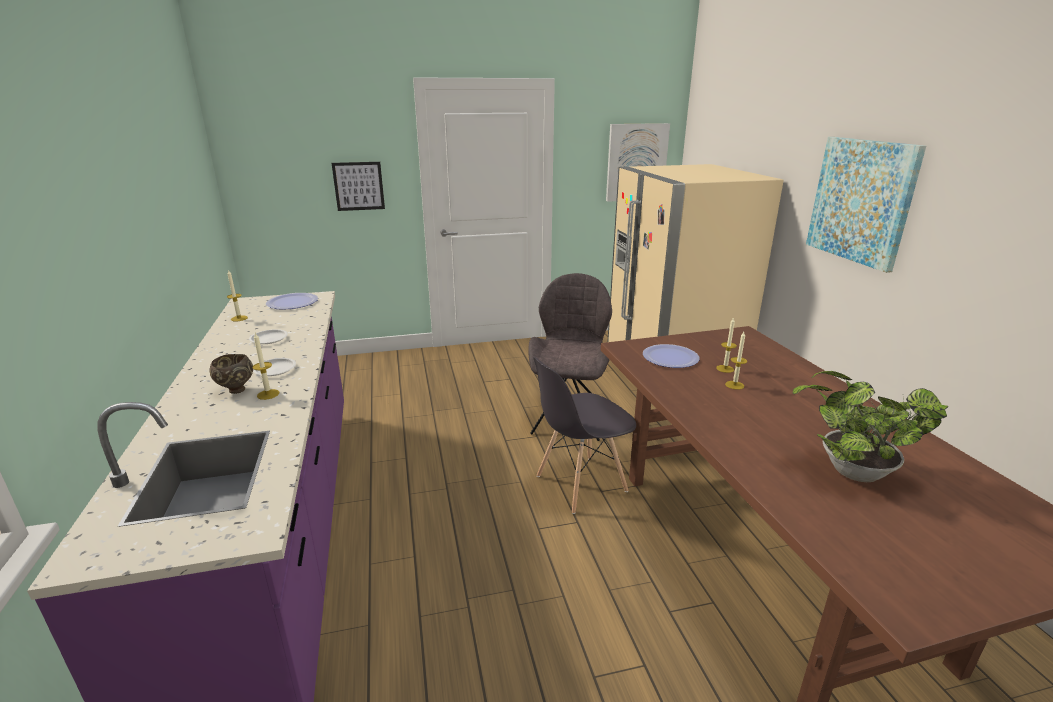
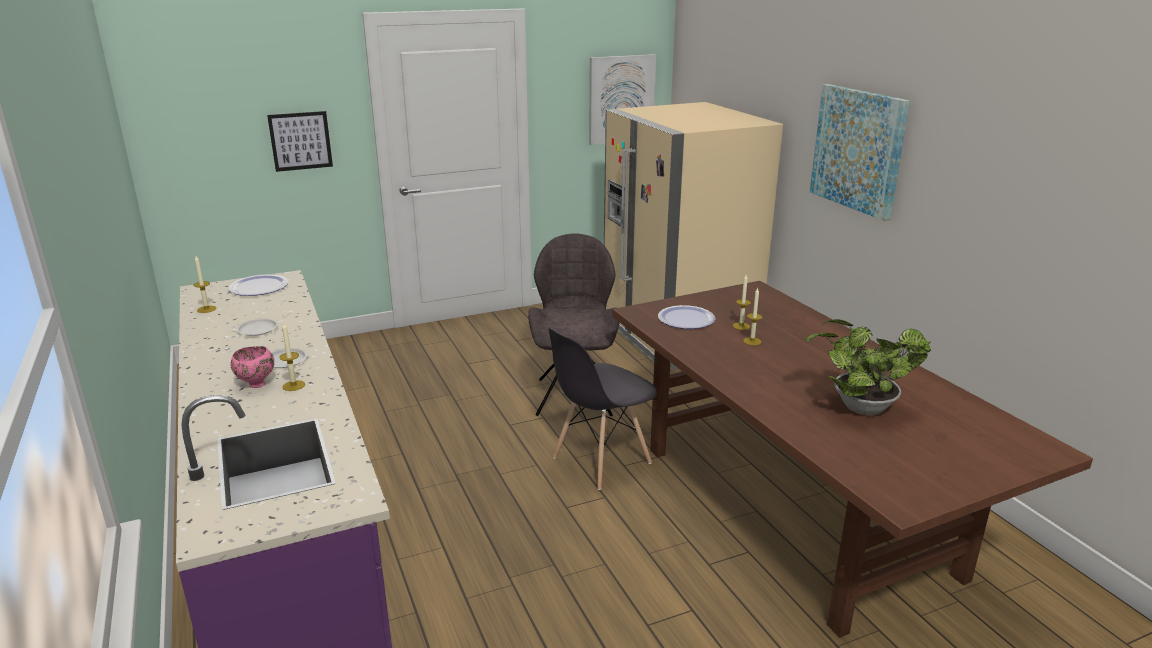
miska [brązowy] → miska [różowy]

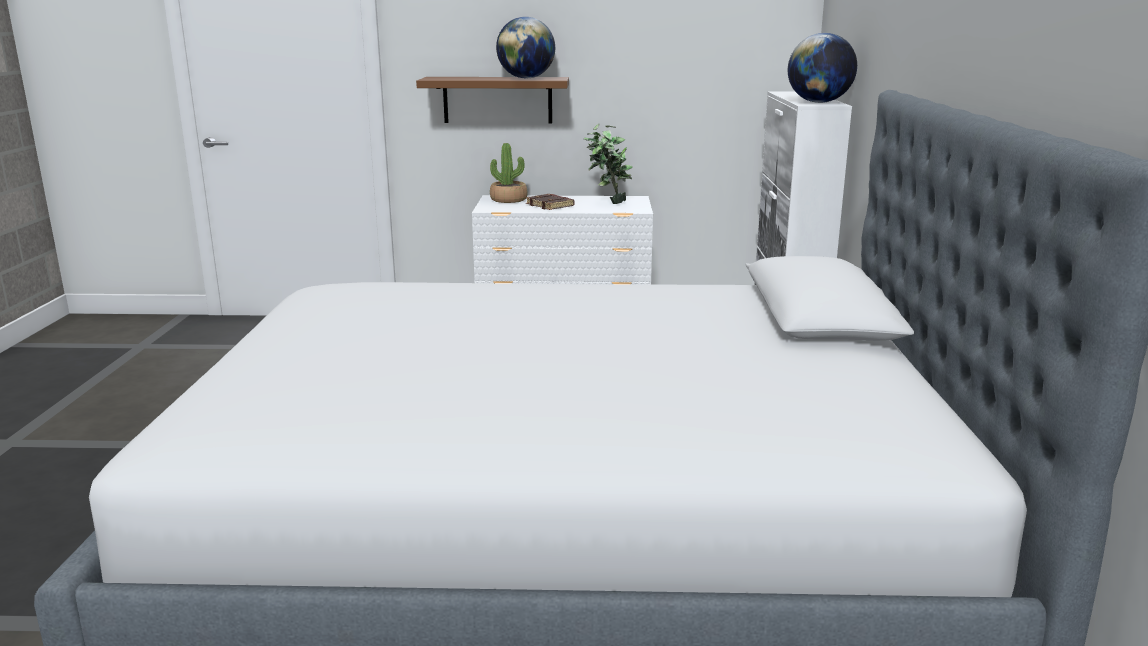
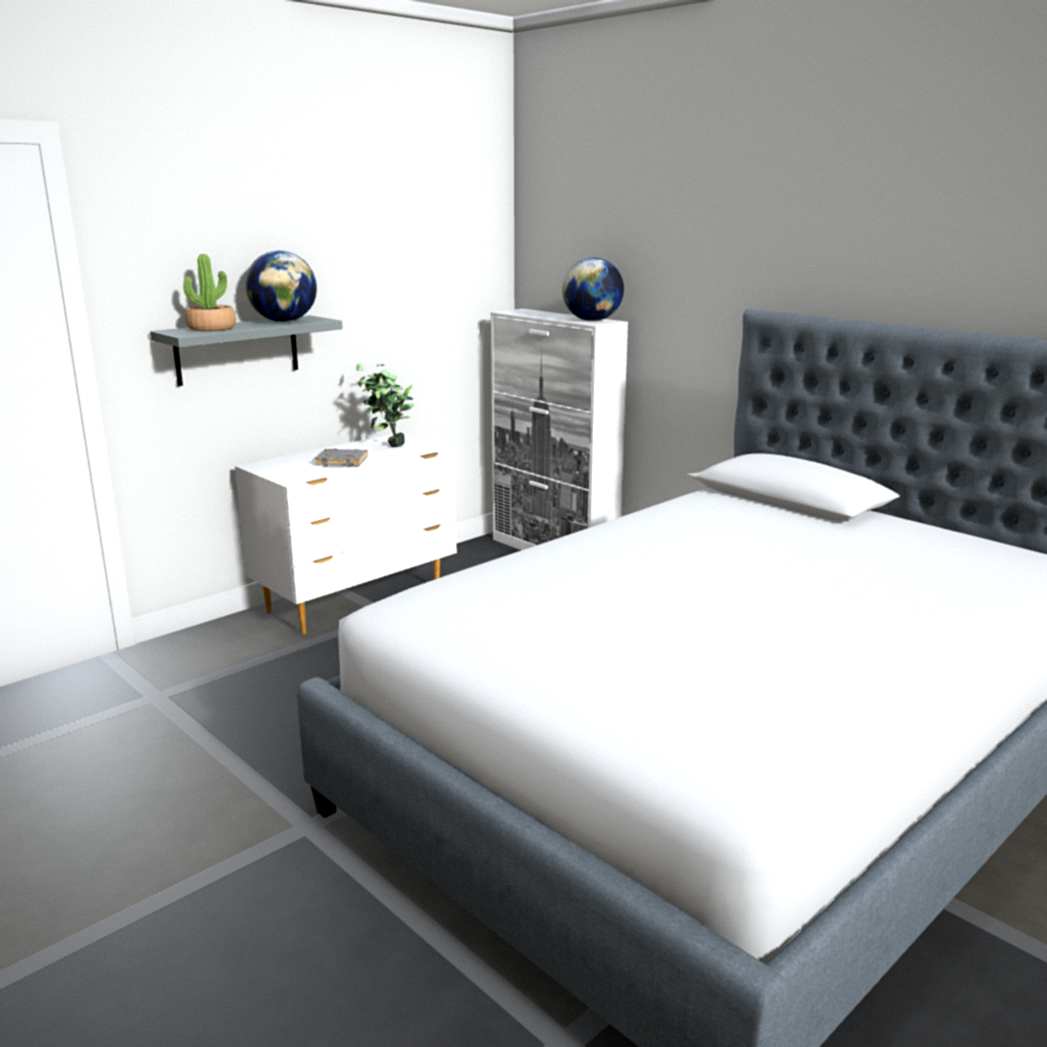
roślina doniczkowa (1st from left), move
półka [brązowy] → półka [szary]
książka [brązowy] → książka [szary]

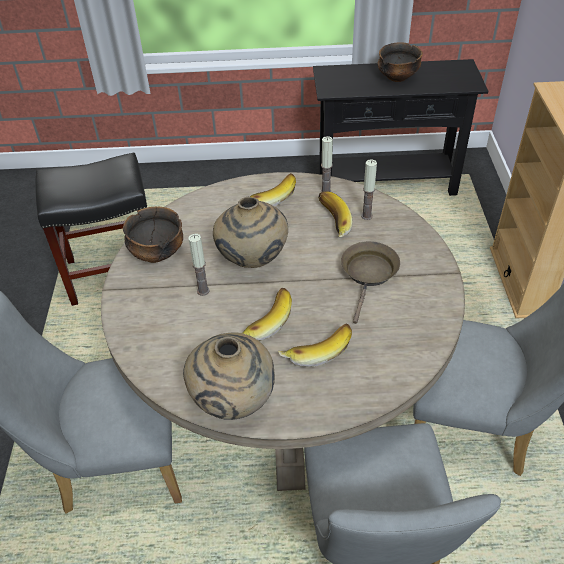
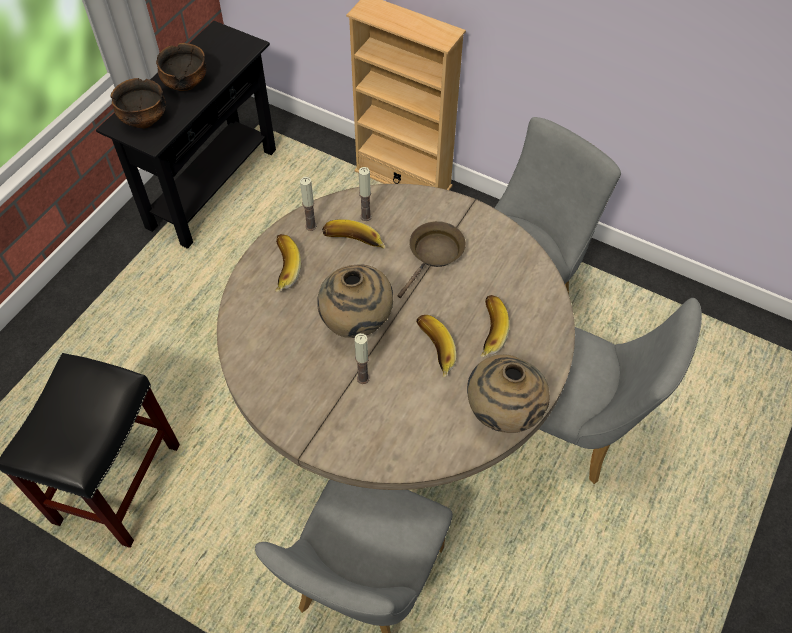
miska (1st from left), move
patelnia [brązowy], 75 degrees clockwise

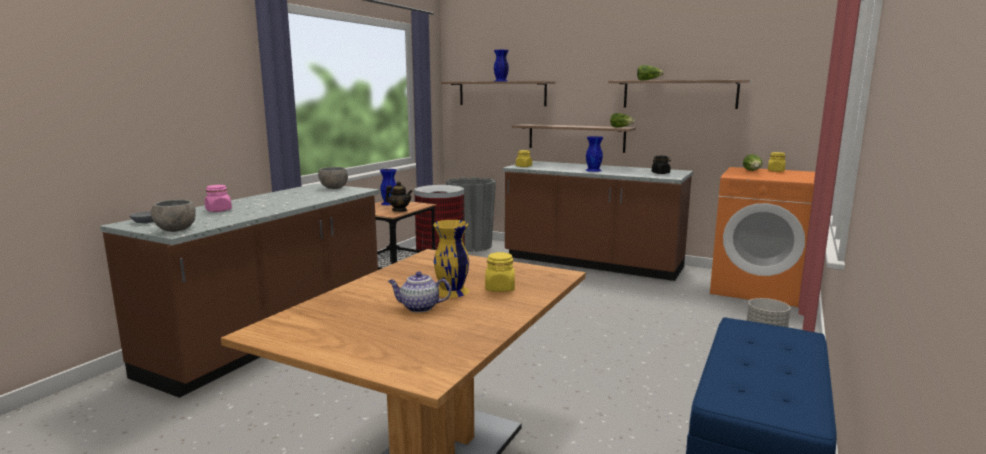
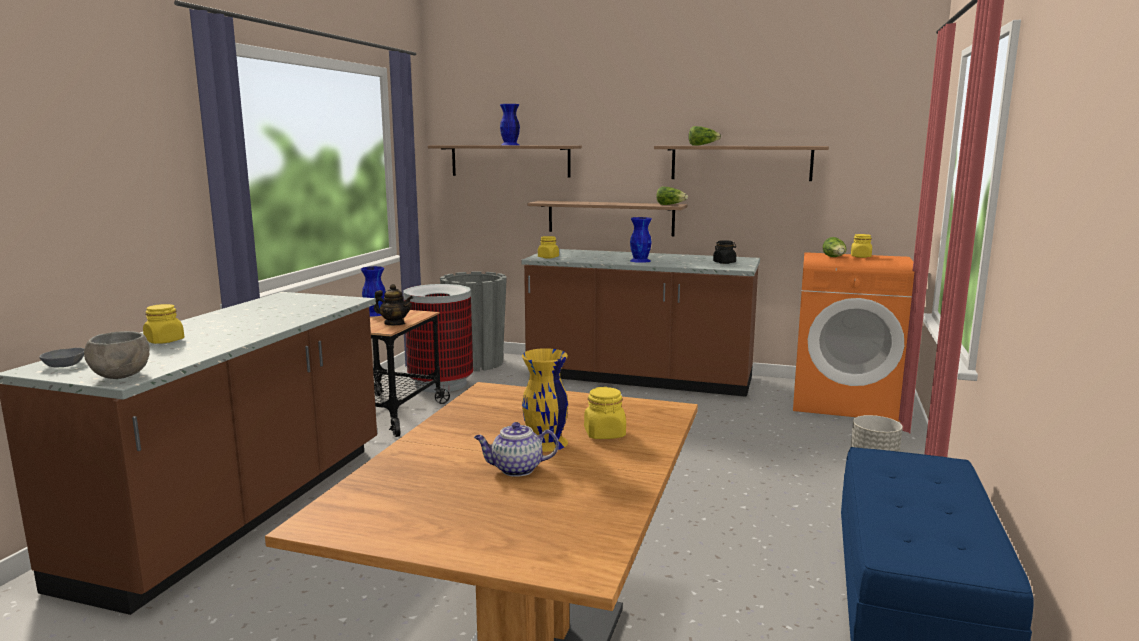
miska [szary] (3rd from left) → -
słoik [różowy] → słoik [żółty] (1st from left)

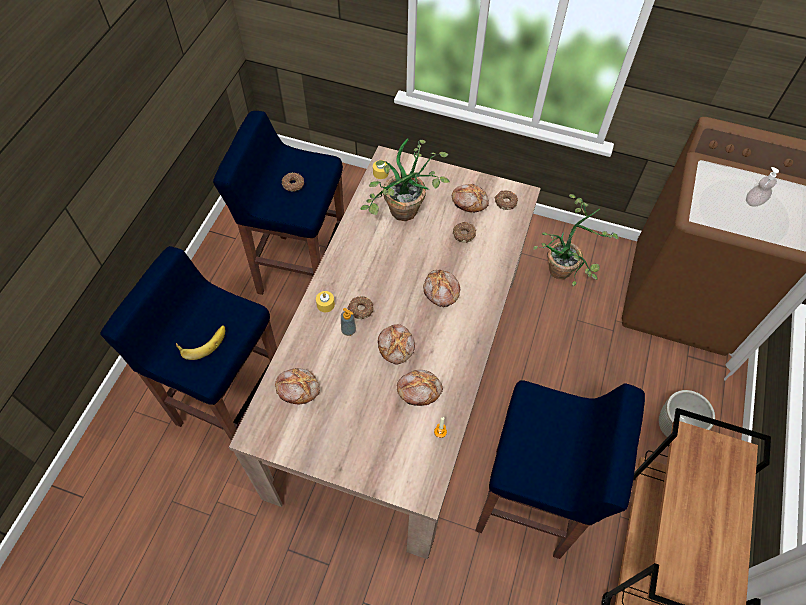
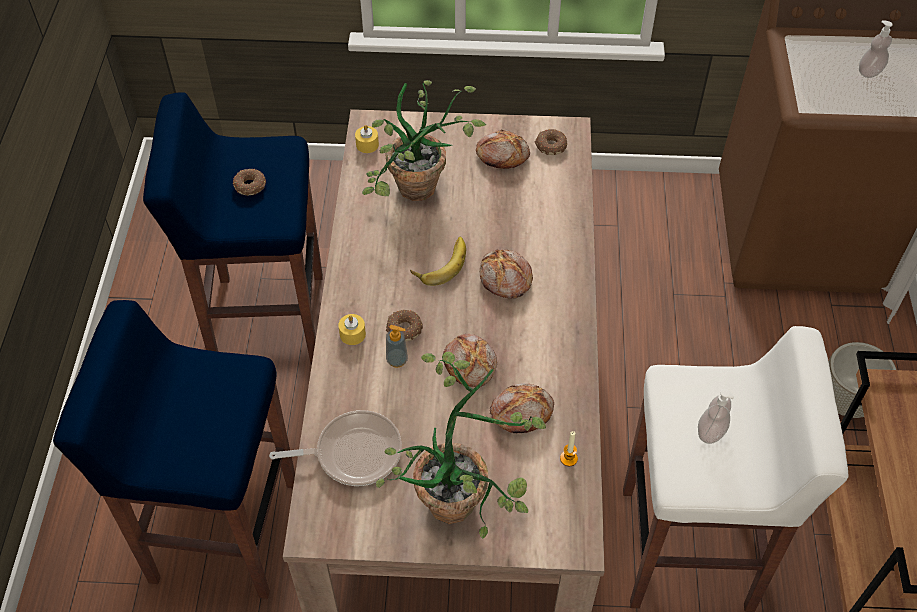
donut (3rd from left) → -
- → dozownik mydła (2nd from left)
banan, move
roślina doniczkowa (2nd from left), move
chleb (1st from left) → patelnia
stołek [niebieski] (3rd from left) → stołek [biały]

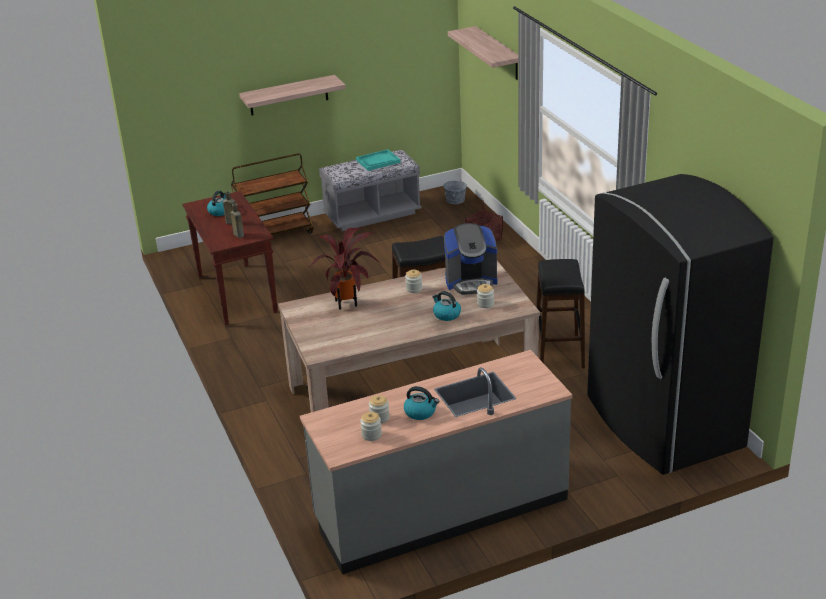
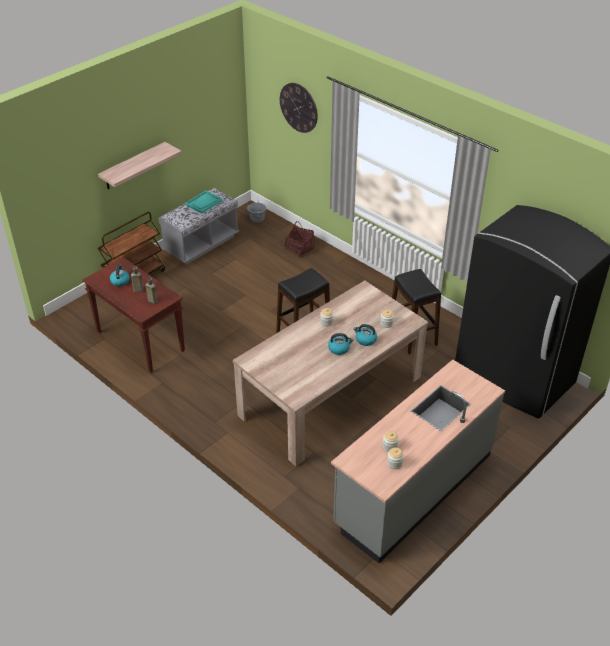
roślina doniczkowa → -
ekspres do kawy → -
czajnik (2nd from left), move
półka (2nd from left) → zegar ścienny

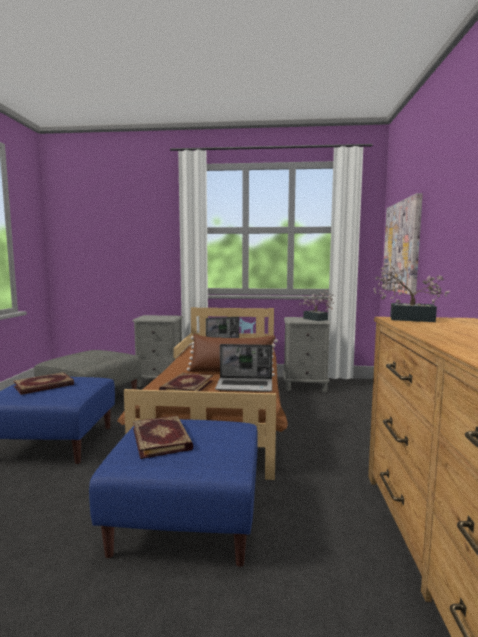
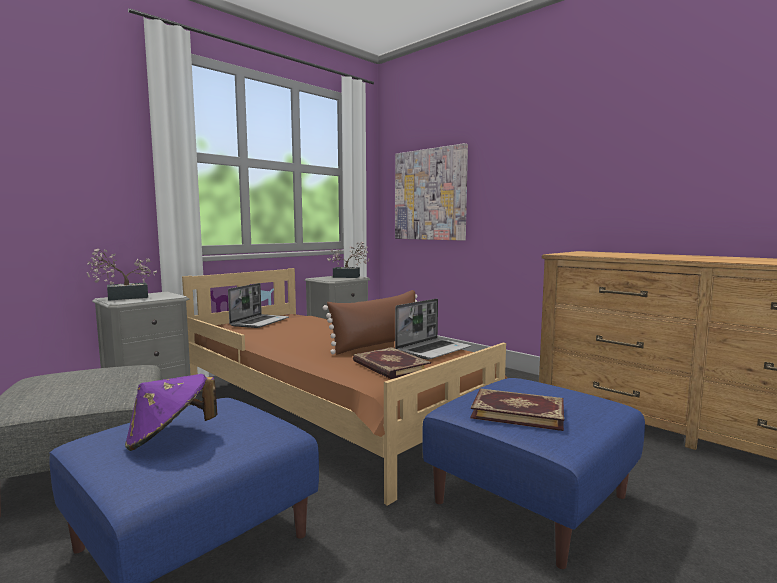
roślina doniczkowa (2nd from left in the first image) → roślina doniczkowa (1st from left), move
książka (1st from left) → kapelusz [fioletowy]

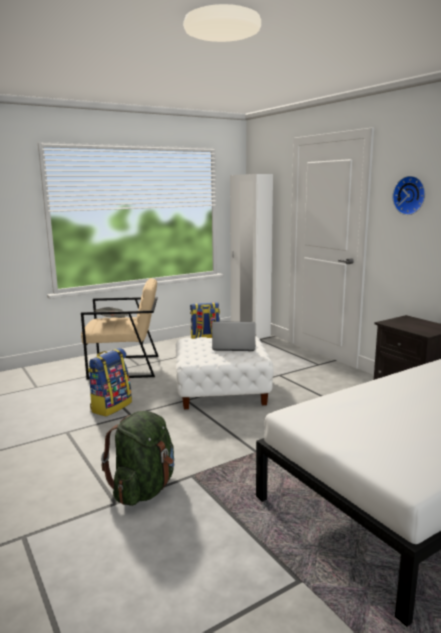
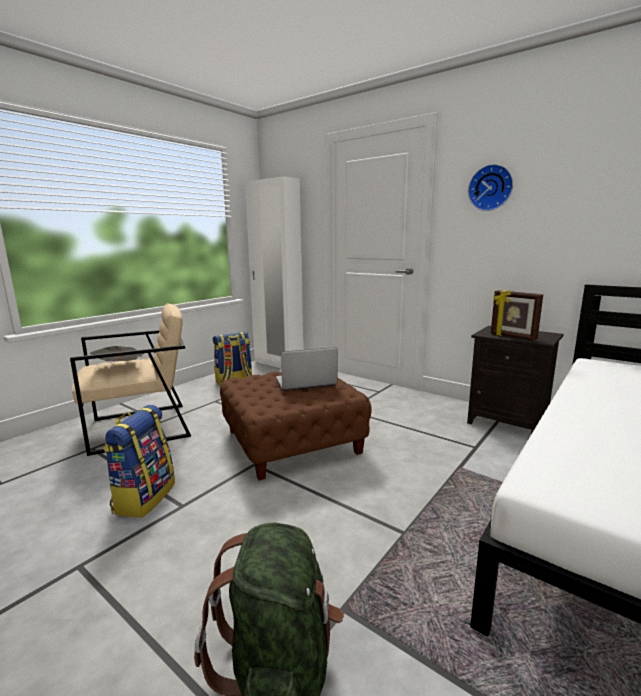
- → ramka na zdjęcie
pufa [biały] → pufa [brązowy]

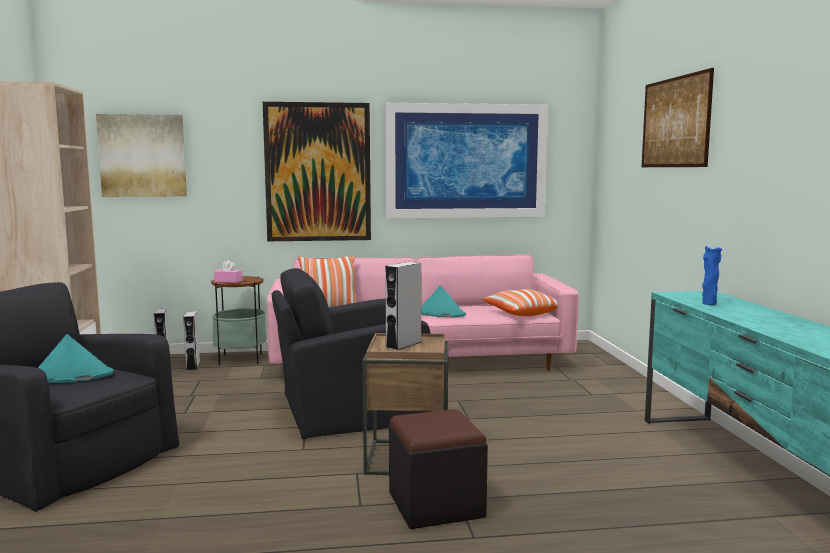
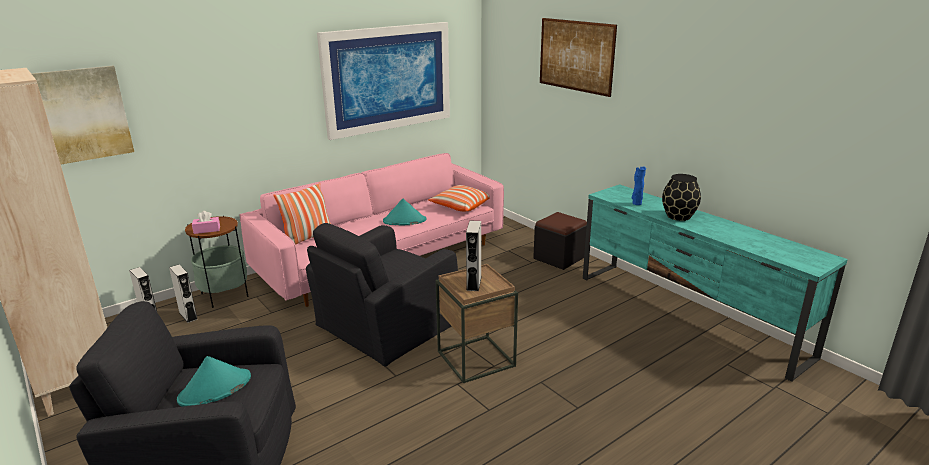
obraz (2nd from left) → -
- → wazon [czarny]
pufa [czarny], move

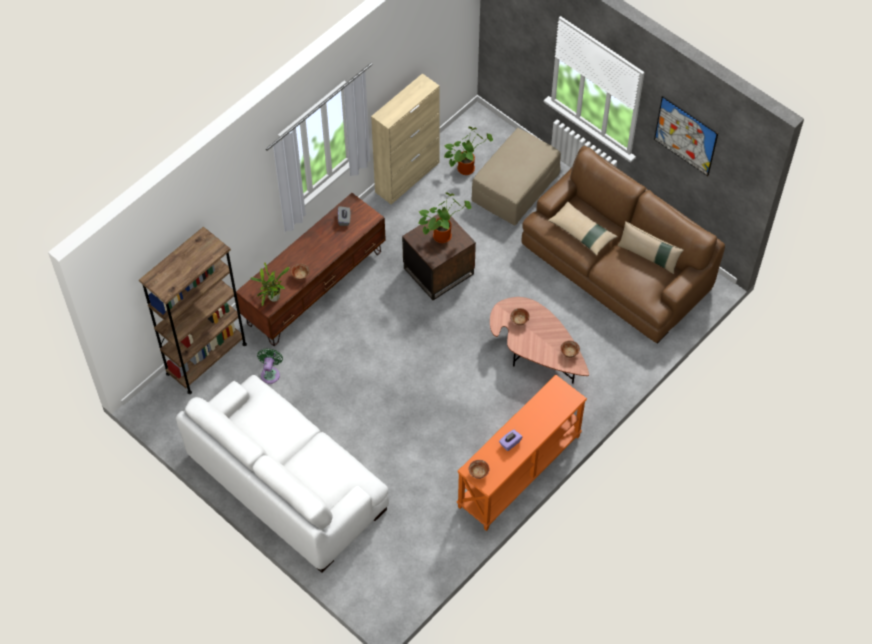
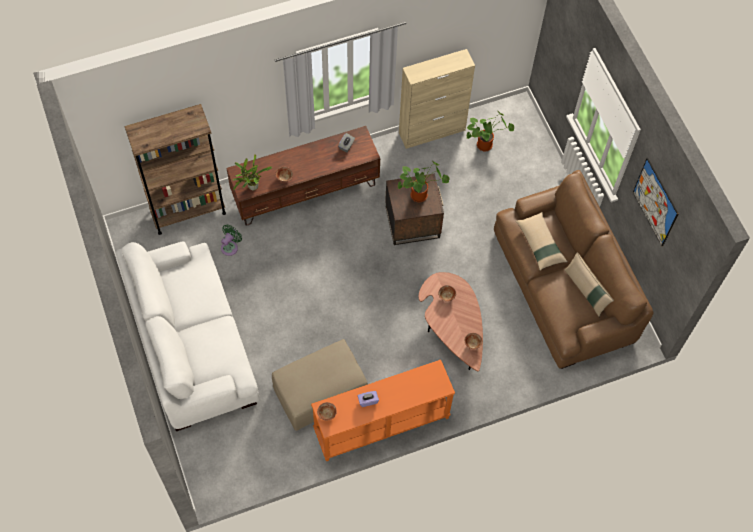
pufa [beżowy], move

